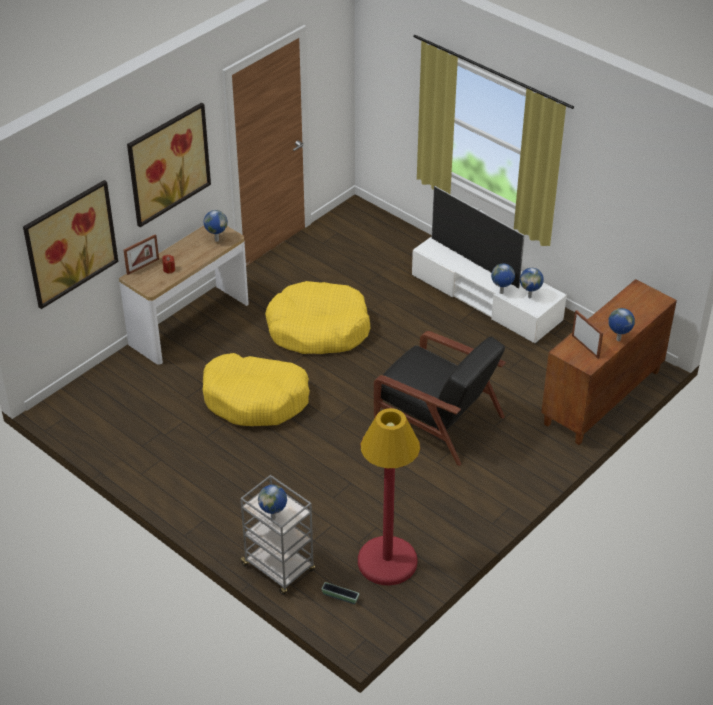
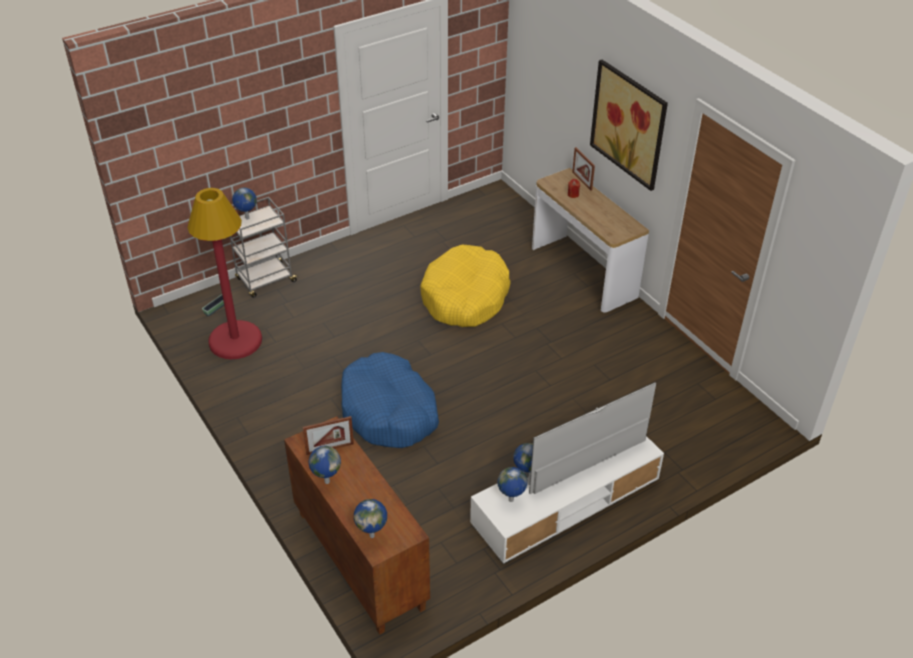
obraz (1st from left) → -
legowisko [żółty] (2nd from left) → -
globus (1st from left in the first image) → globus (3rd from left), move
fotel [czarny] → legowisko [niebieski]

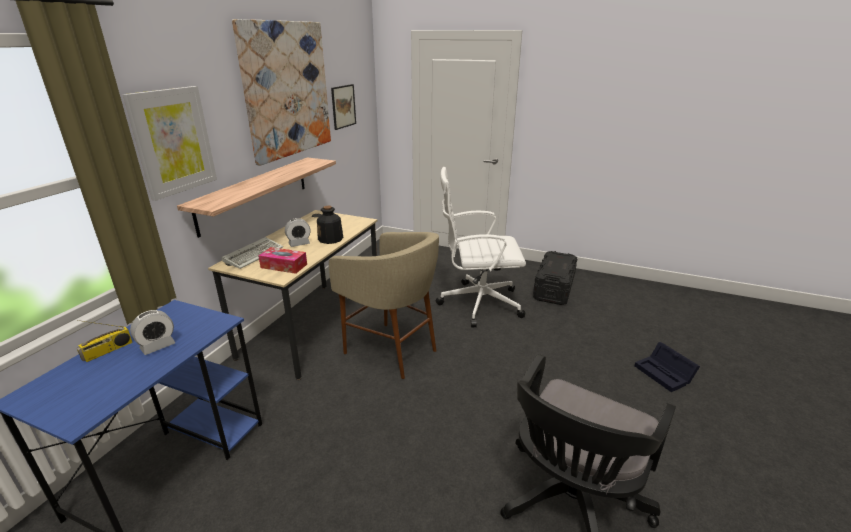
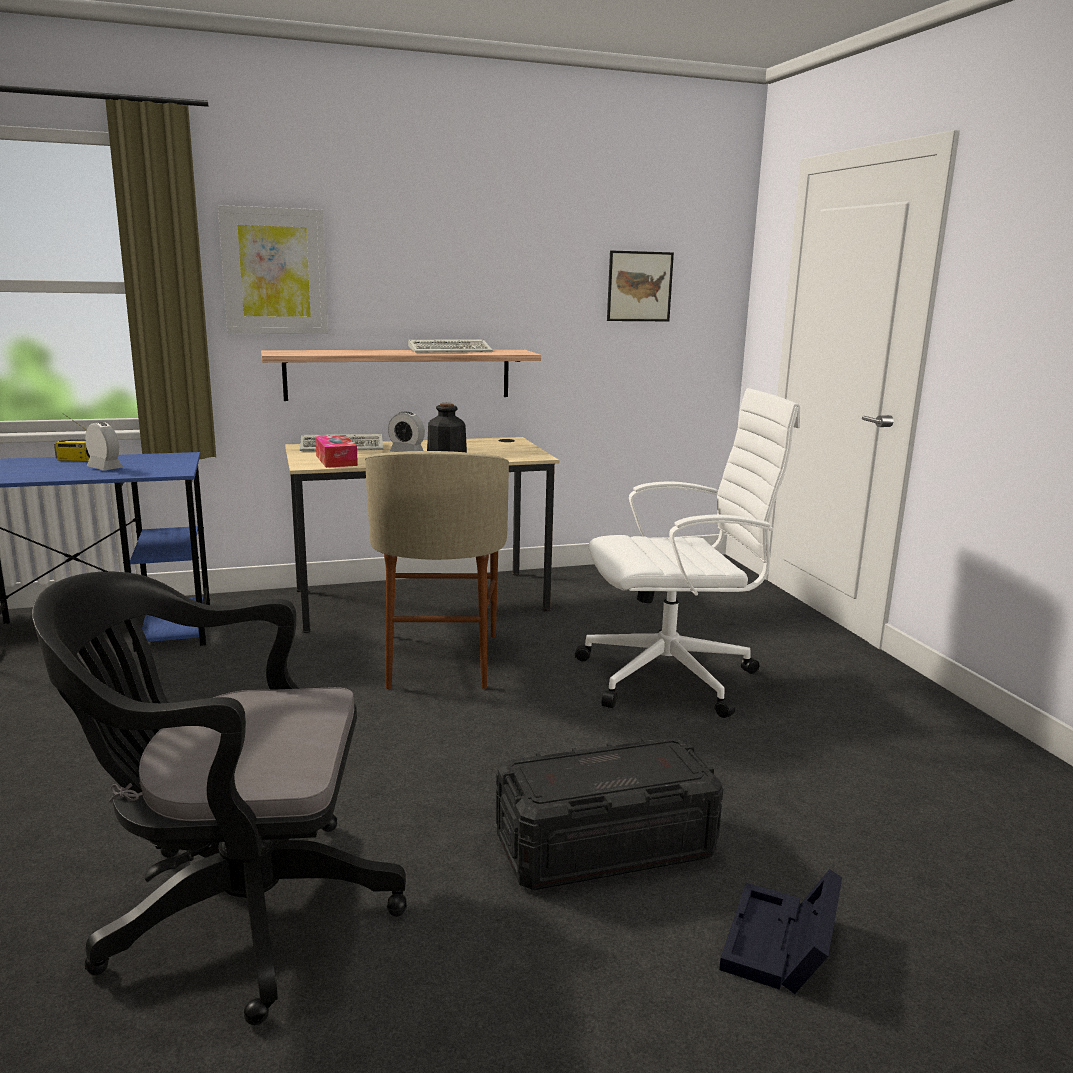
obraz (2nd from left) → -
- → klawiatura (2nd from left)
pojemnik do przechowywania [czarny] (1st from left), move
budzik (1st from left), 150 degrees counterclockwise
krzesło biurowe [biały], 120 degrees clockwise

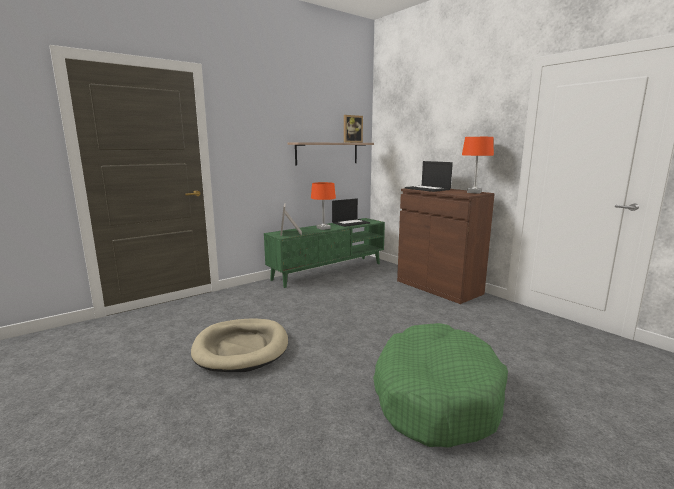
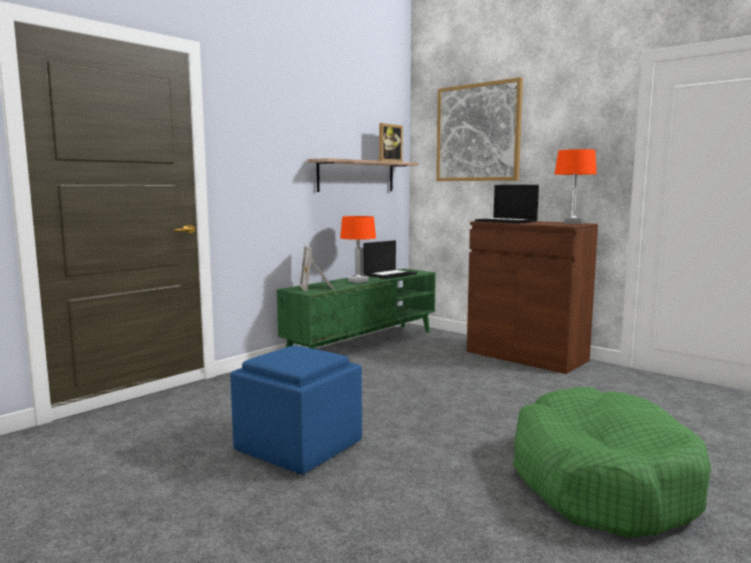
- → obraz
legowisko [beżowy] → pufa [niebieski]

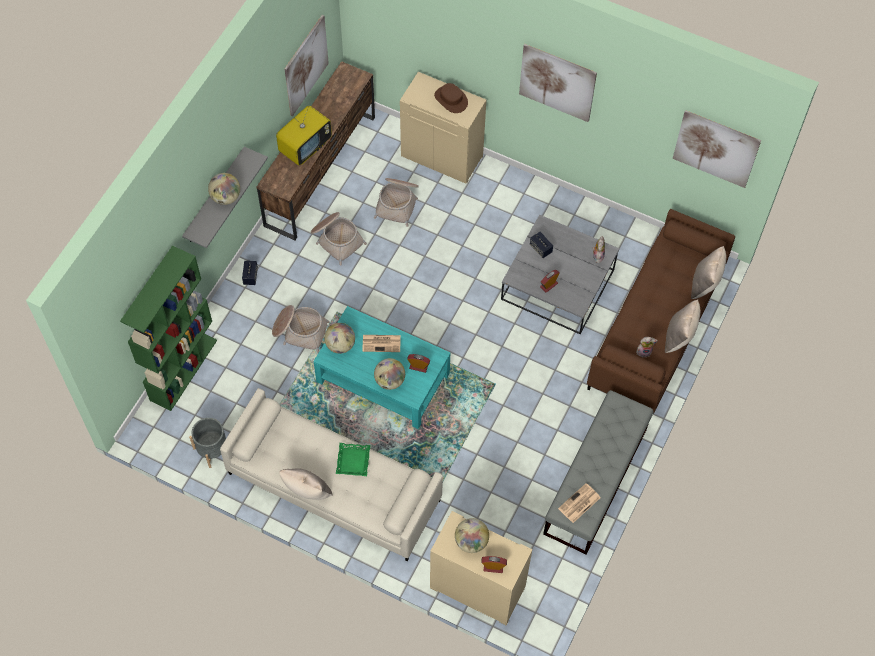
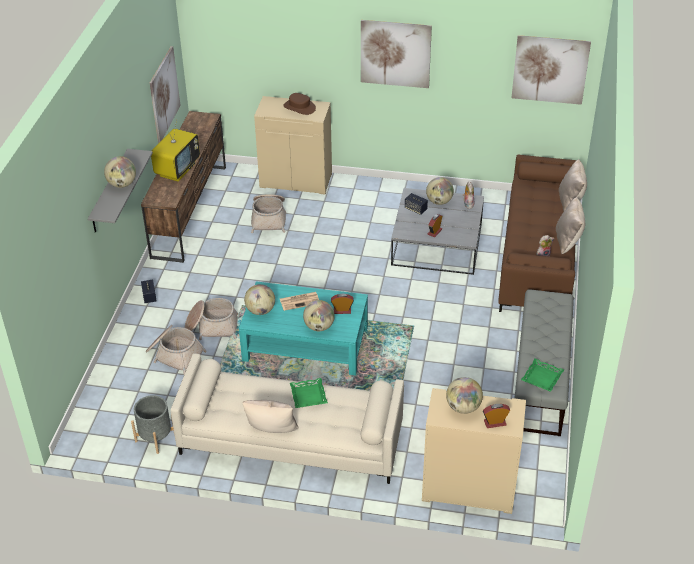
regał [zielony] → -
- → globus (4th from left)
koszyk (2nd from left in the first image) → koszyk (1st from left), move
gazeta (2nd from left) → taca [zielony] (2nd from left)

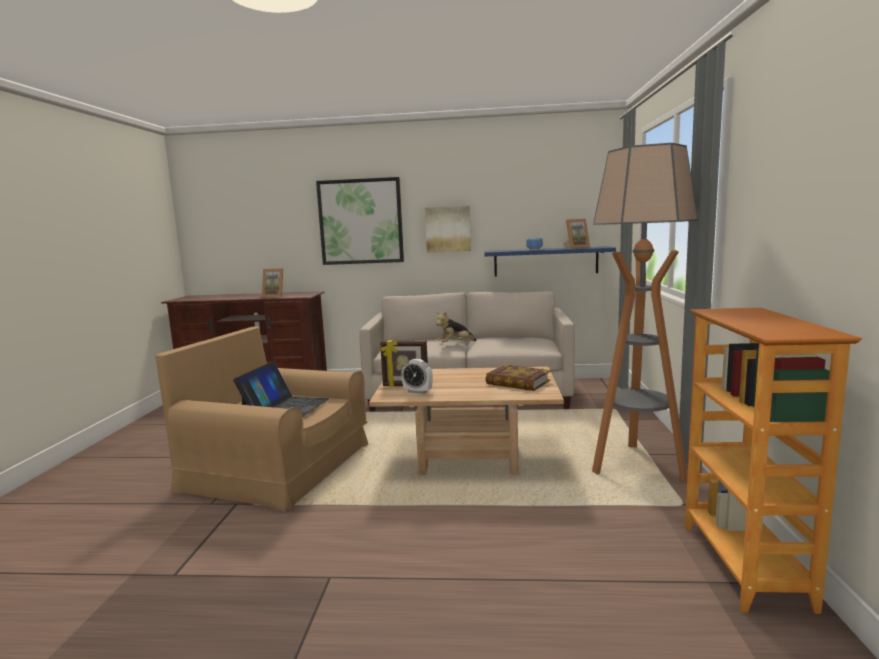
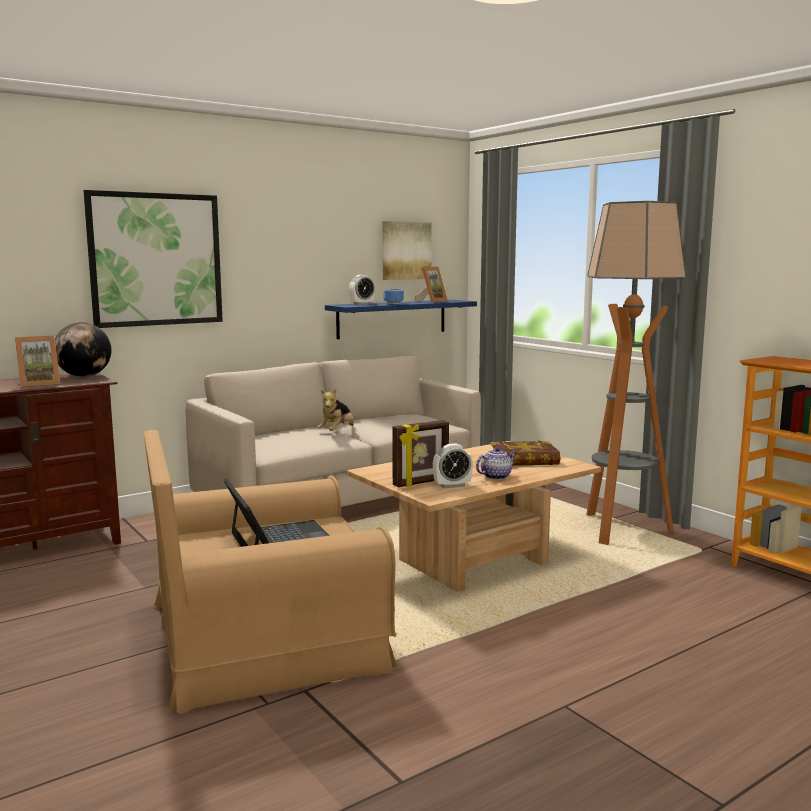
- → globus
- → budzik (1st from left)
- → imbryk
obraz (2nd from left), move

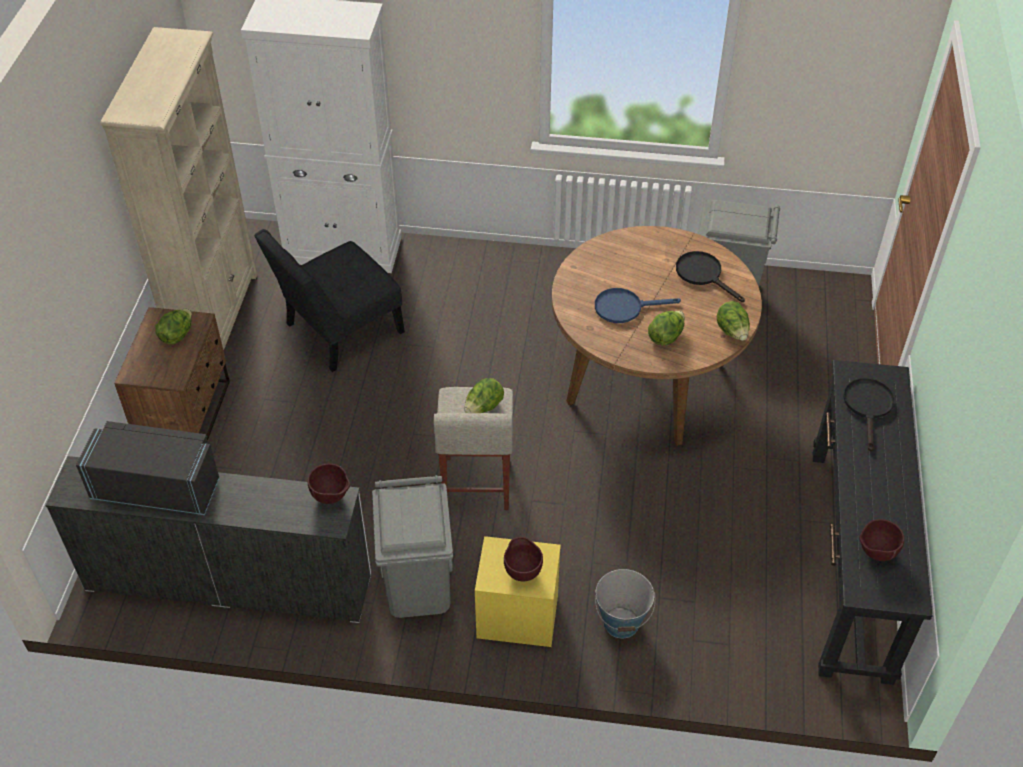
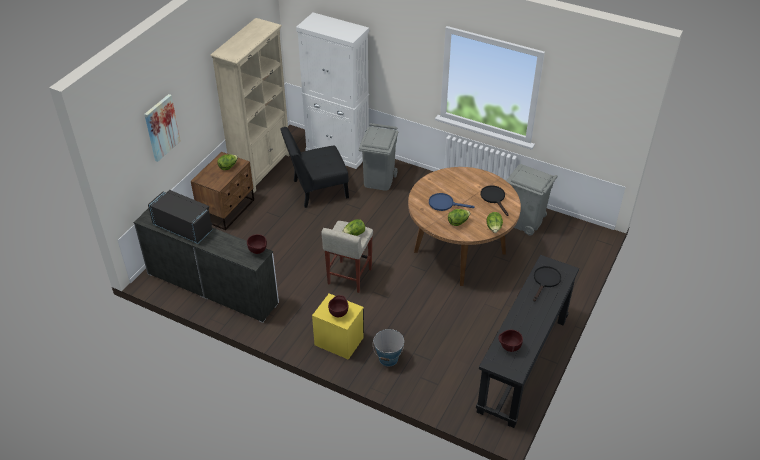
- → obraz
kosz na śmieci [szary] (1st from left), move

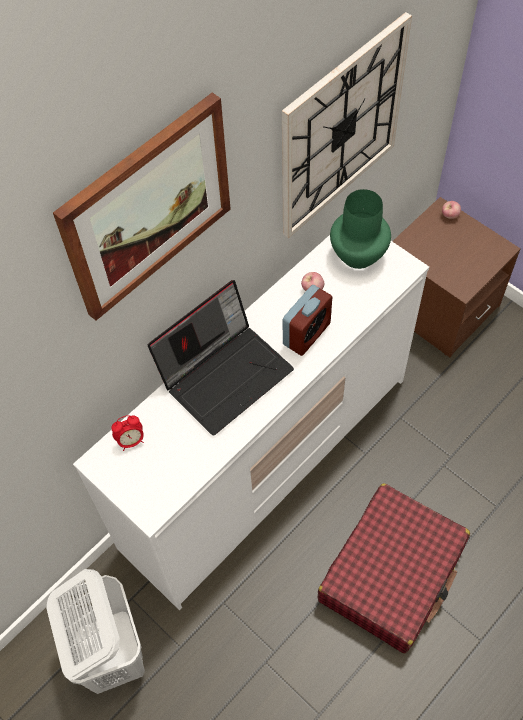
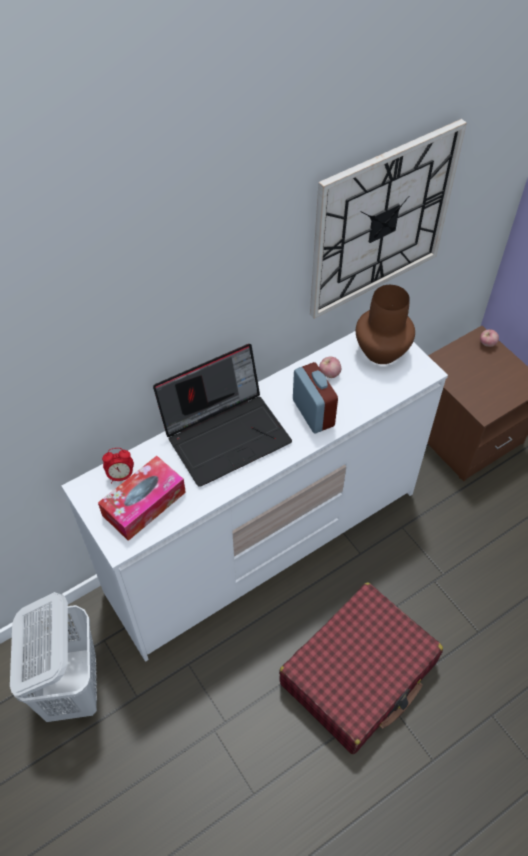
obraz → -
- → pudełko chusteczek
wazon [zielony] → wazon [brązowy]
budzik (2nd from left), 75 degrees counterclockwise

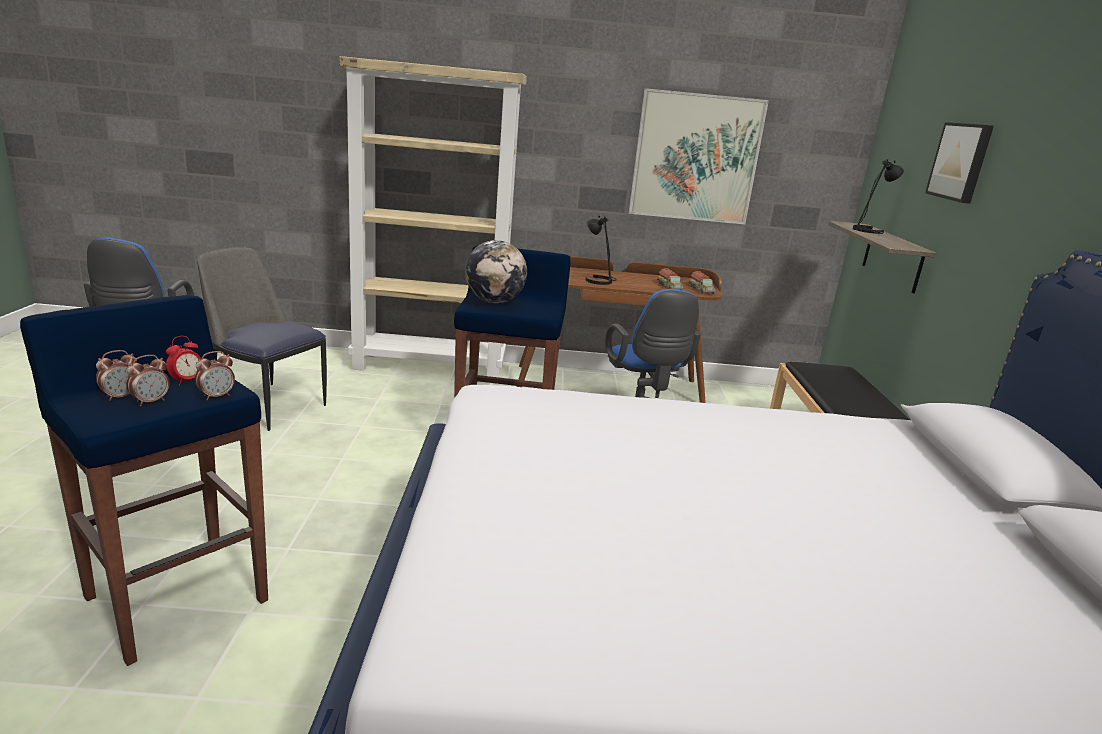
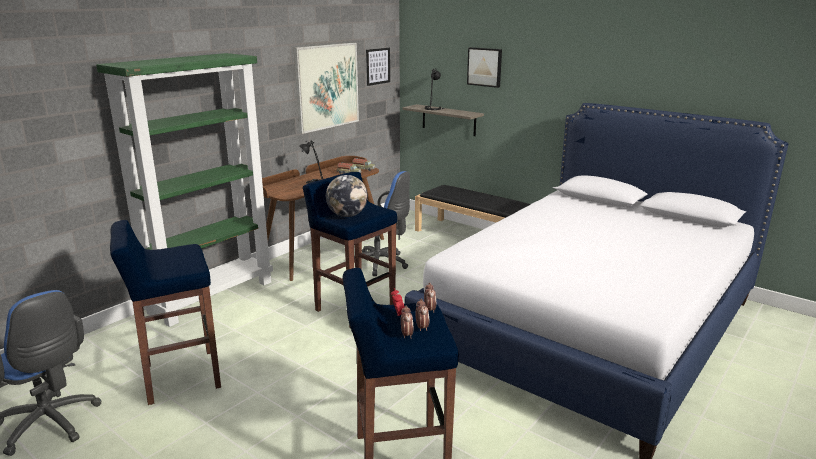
- → obraz (2nd from left)
krzesło → stołek [niebieski] (1st from left)
regał [beżowy] → regał [zielony]

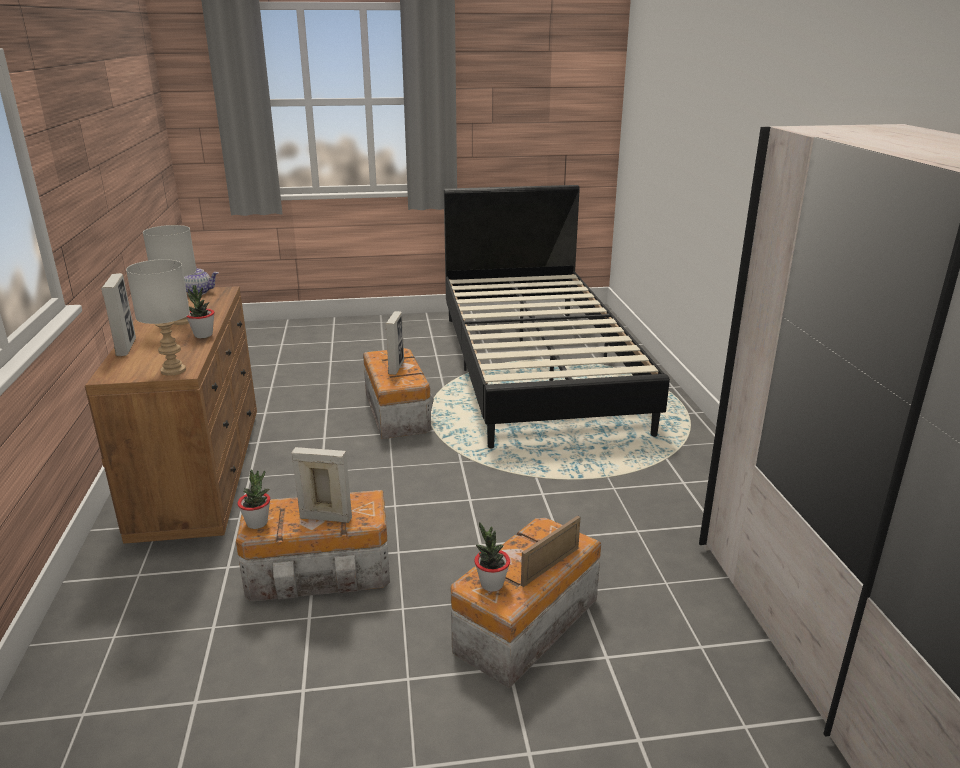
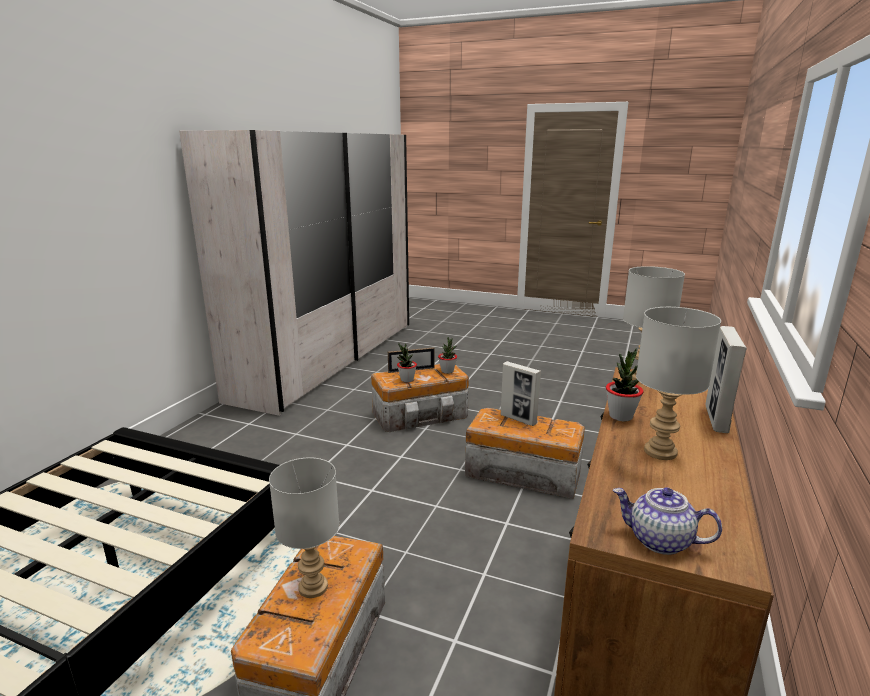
roślina doniczkowa (2nd from left in the first image) → roślina doniczkowa (1st from left), move
ramka na zdjęcie (3rd from left) → lampa stołowa [szary] (1st from left)

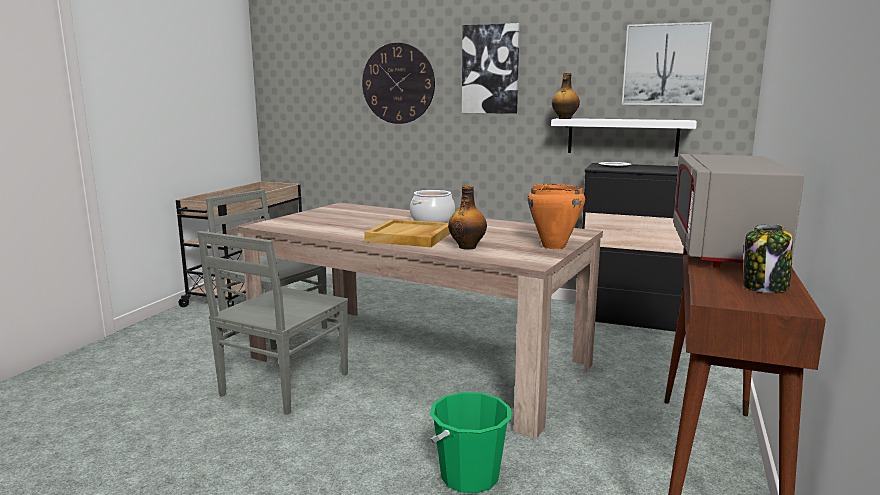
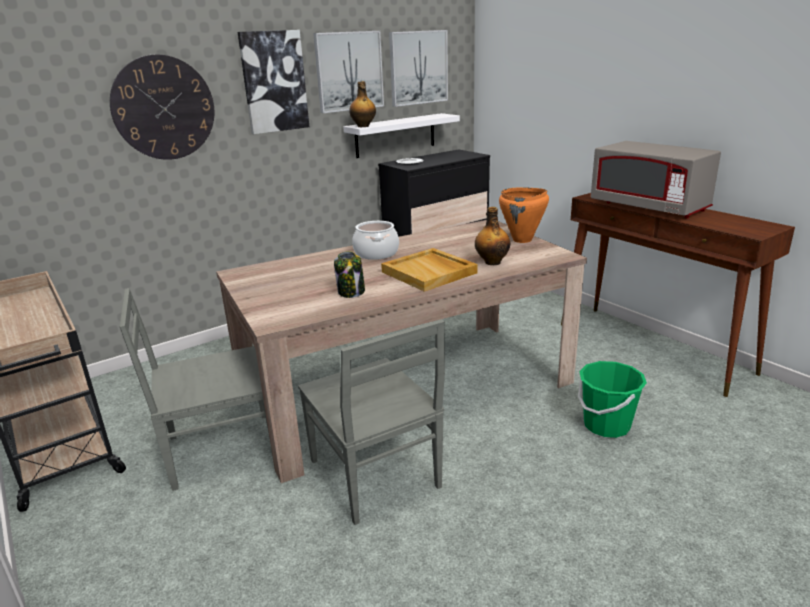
- → obraz (2nd from left)
słoik, move

